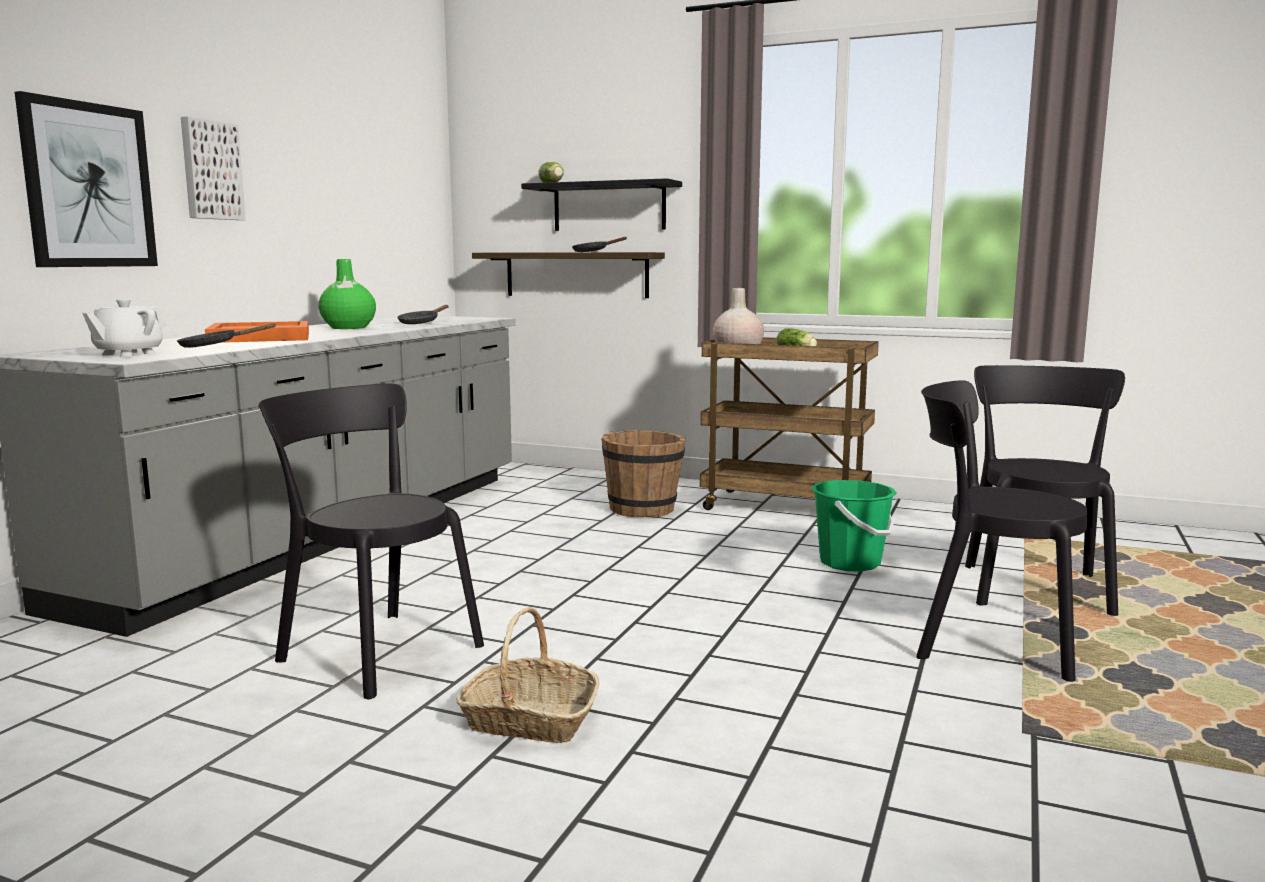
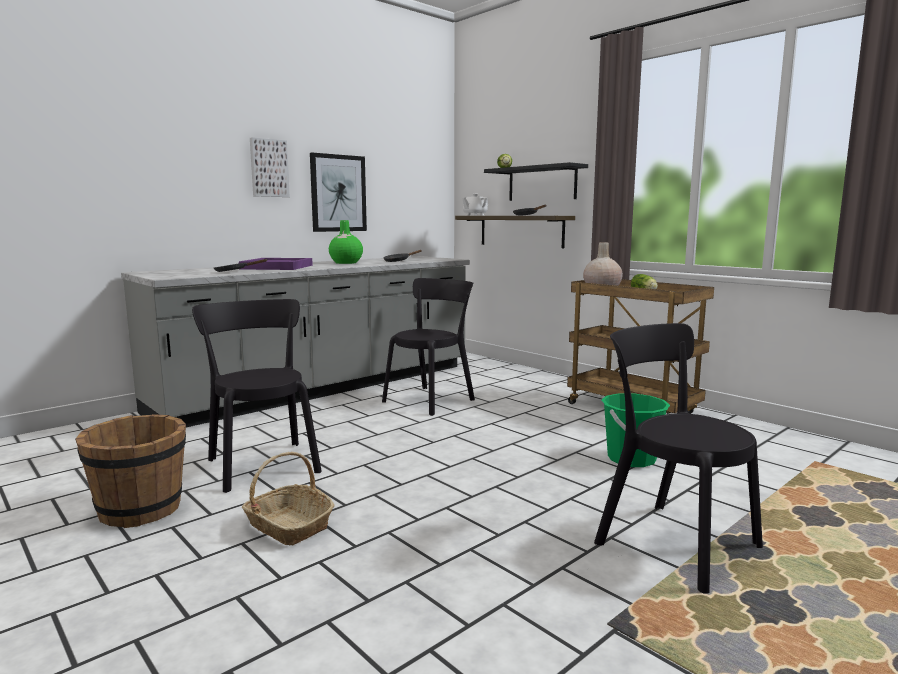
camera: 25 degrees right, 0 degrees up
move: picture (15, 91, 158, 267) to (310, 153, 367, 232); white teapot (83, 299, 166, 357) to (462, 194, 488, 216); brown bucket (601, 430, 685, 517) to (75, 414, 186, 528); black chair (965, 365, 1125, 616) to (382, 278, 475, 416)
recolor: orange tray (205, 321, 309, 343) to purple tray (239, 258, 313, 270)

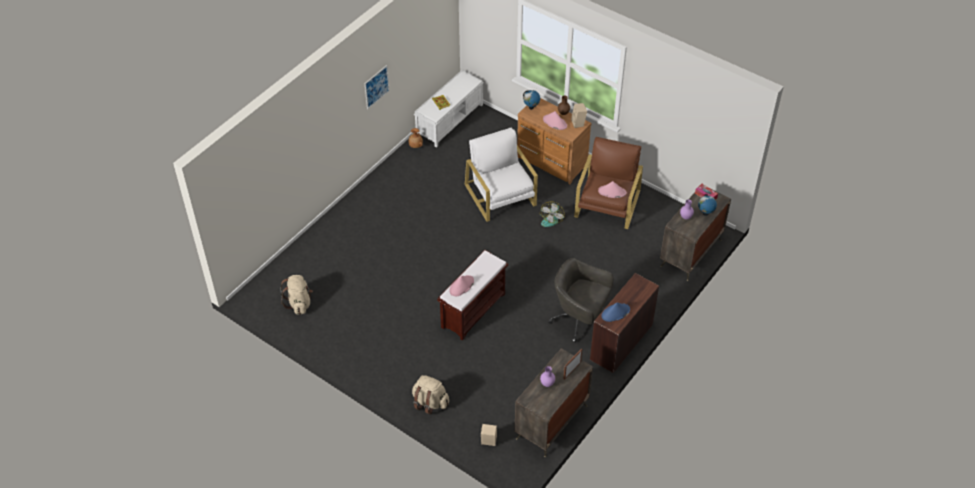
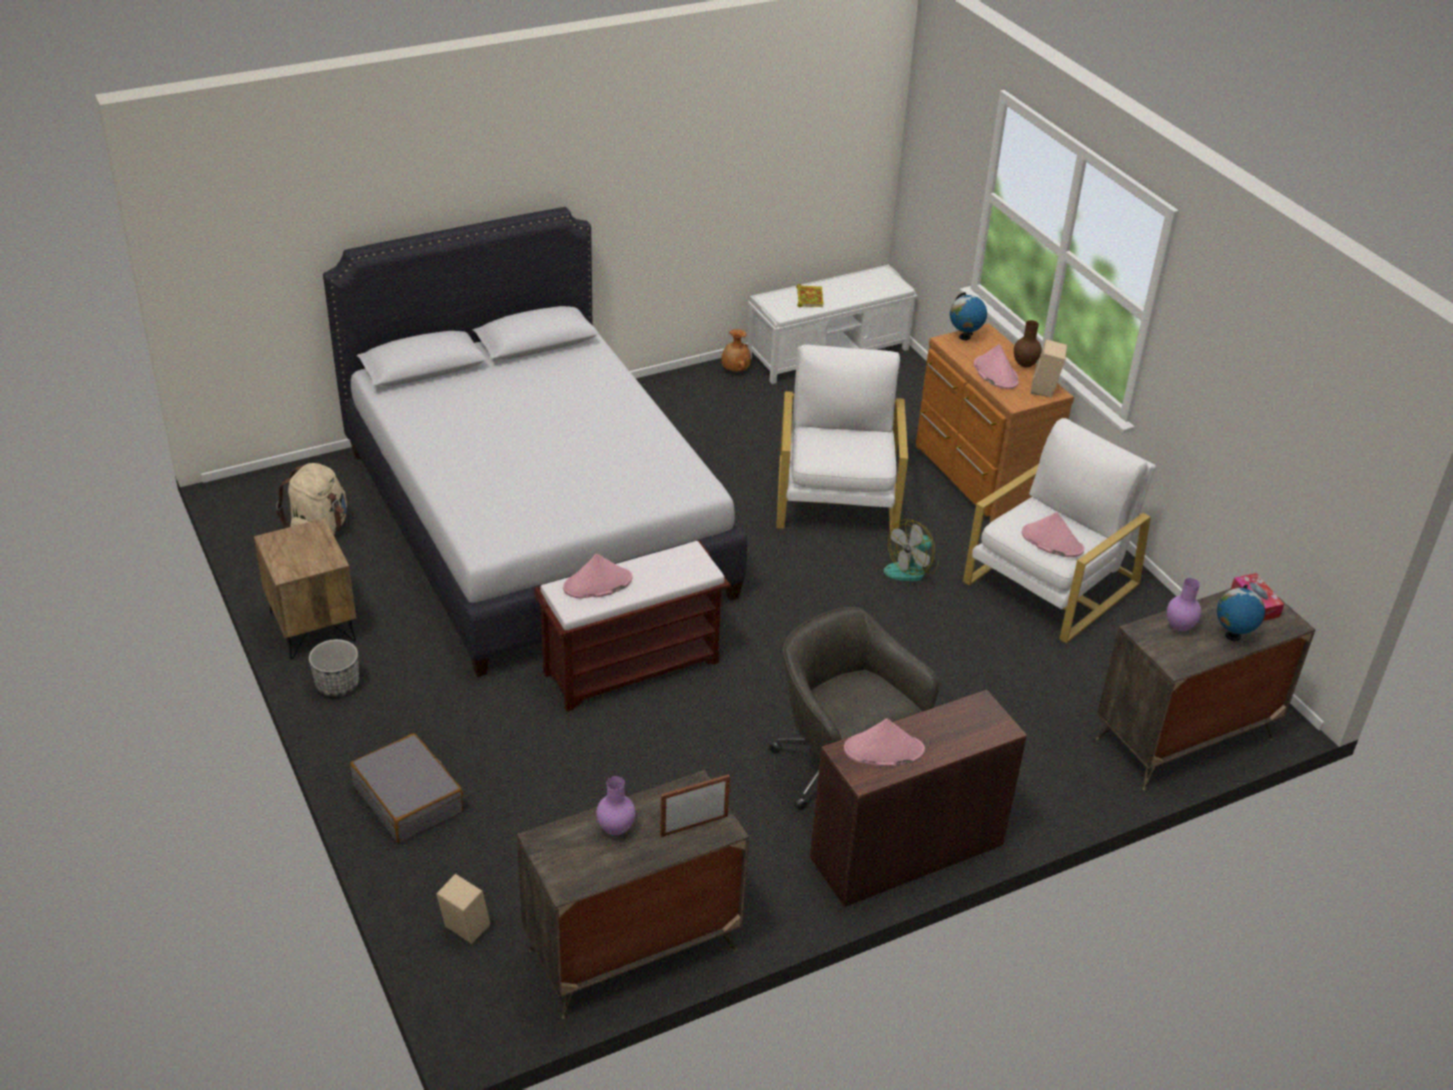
camera: 25 degrees right, 10 degrees down
delete: picture (365, 65, 389, 109)
insert: brown nightstand (254, 518, 356, 659); planter (309, 639, 359, 697); white bed (323, 207, 747, 677)
replace: beige backpack (412, 375, 449, 414) to grey suitcase (350, 733, 463, 843)
recolor: brown armchair (574, 137, 643, 229) to white armchair (963, 418, 1156, 643); blue hat (601, 302, 630, 322) to pink hat (844, 719, 925, 767)

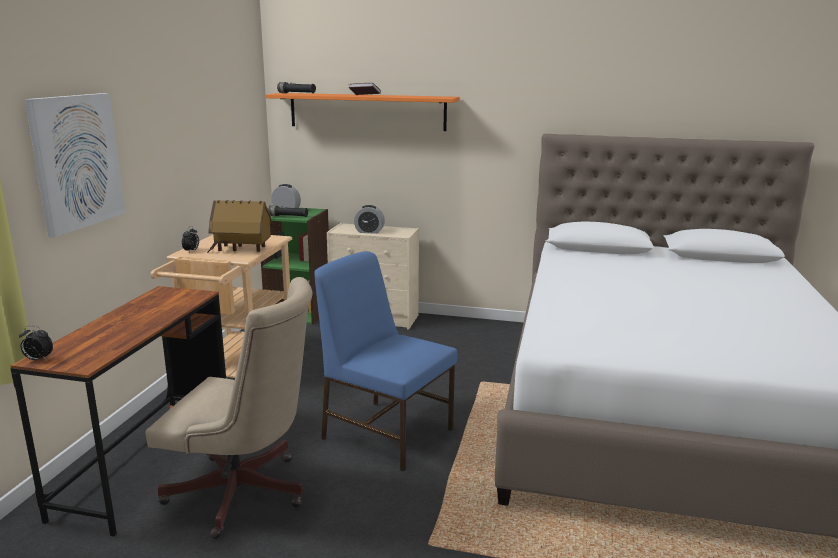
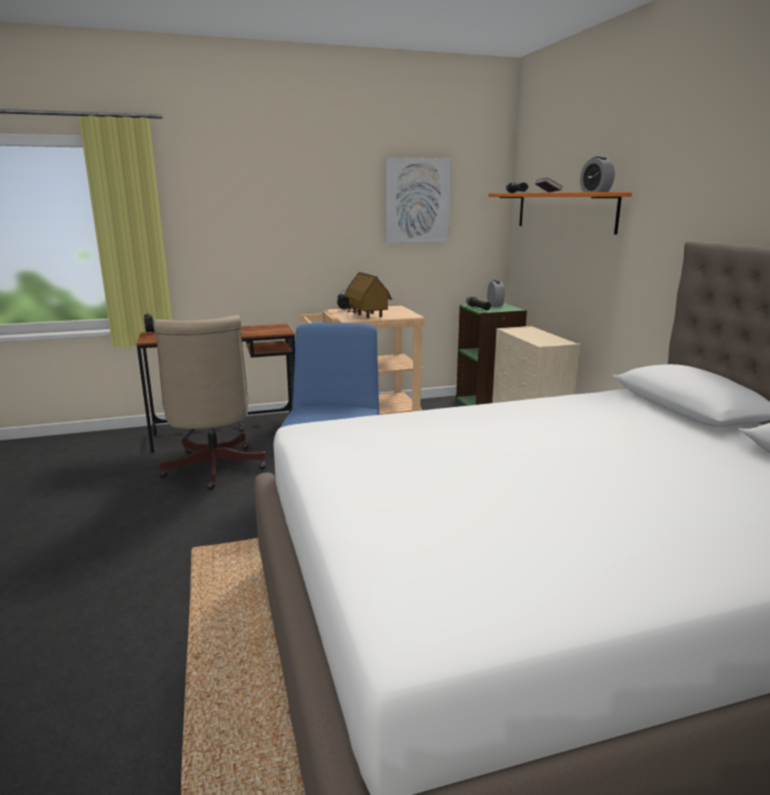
camera: 60 degrees right, 0 degrees up
move: picture (25, 93, 125, 238) to (385, 157, 451, 243); alarm clock (354, 205, 385, 234) to (580, 156, 615, 192)

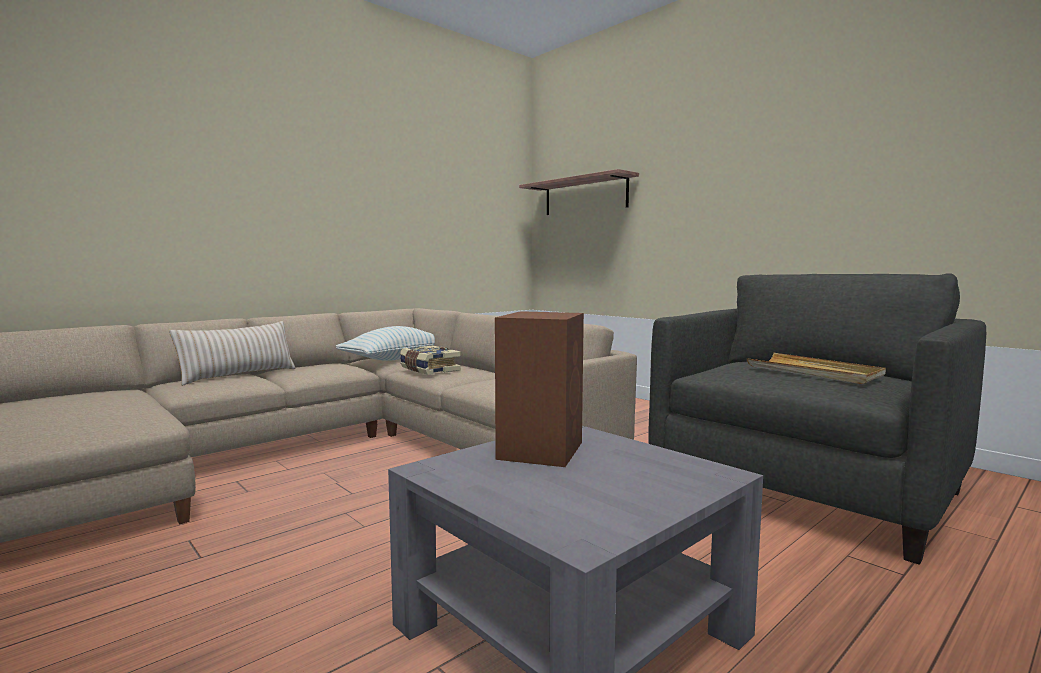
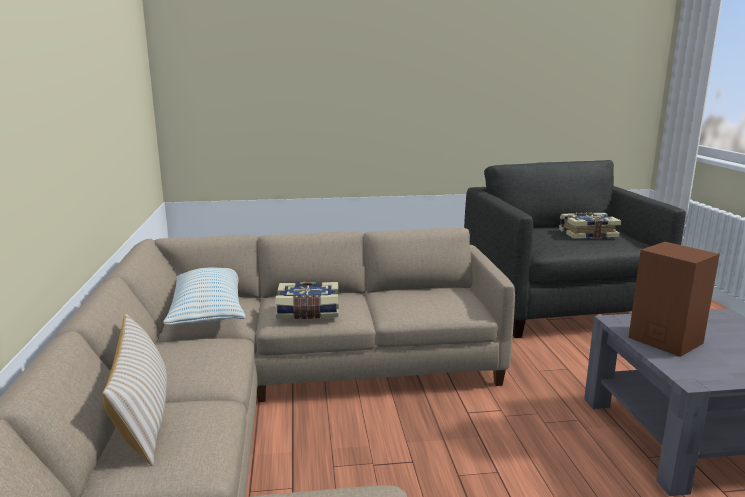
camera: 55 degrees left, 10 degrees up
delete: shelf (519, 169, 639, 215)
replace: beige tray (747, 353, 886, 384) to book (559, 212, 621, 239)

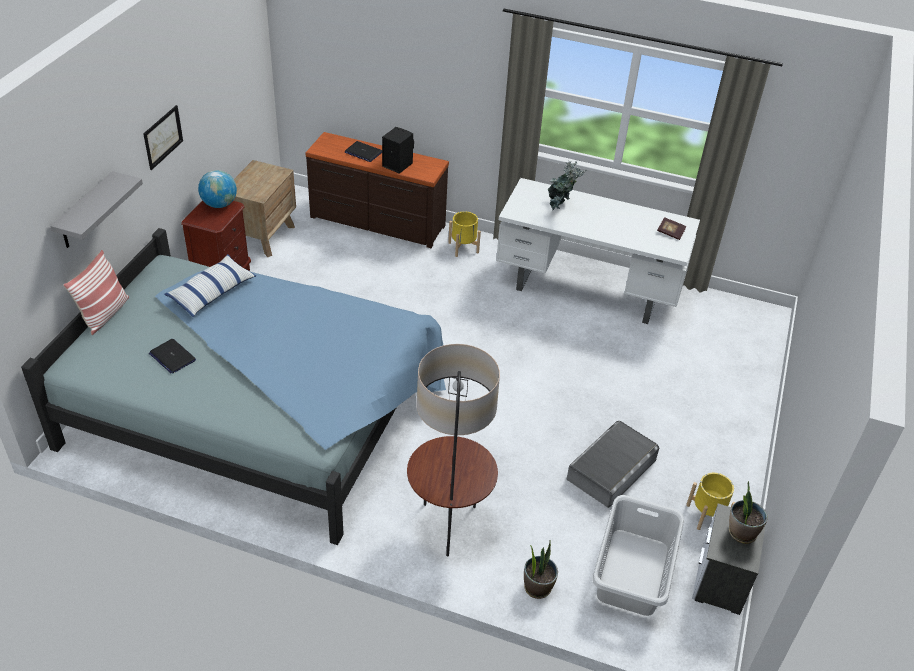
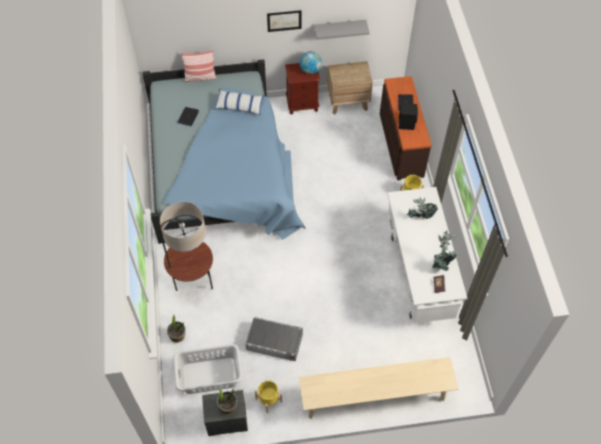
camera: 65 degrees right, 15 degrees up
insert: beige bench (299, 357, 458, 419); potted plant (433, 230, 458, 271)
move: grey shelf (50, 171, 143, 248) to (314, 20, 370, 40)

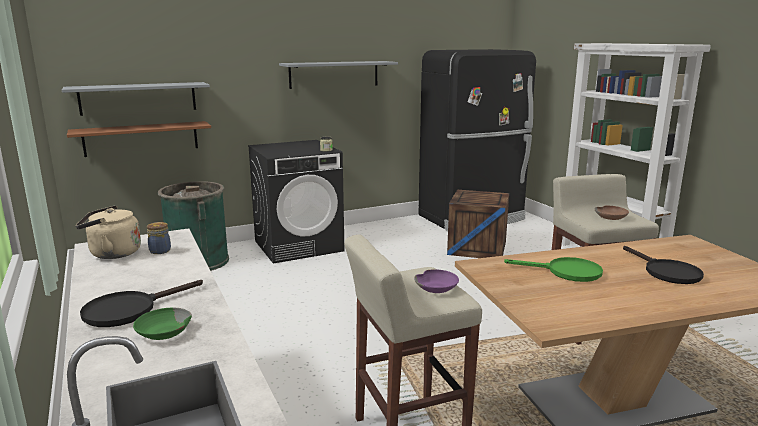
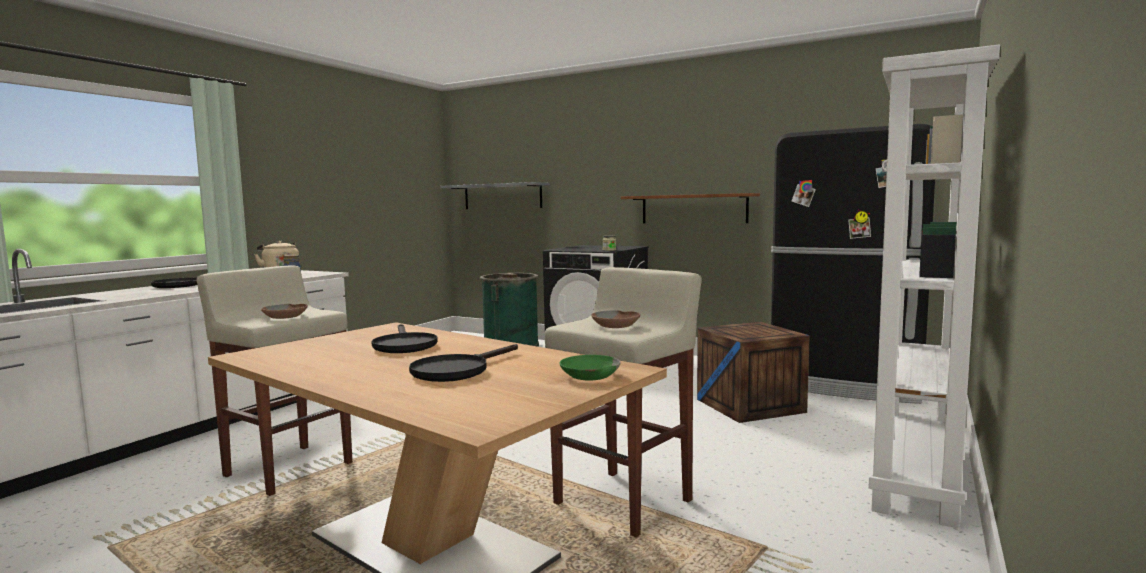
camera: 55 degrees right, 10 degrees down
delete: grey shelf (279, 61, 398, 89)
move: brown shelf (67, 121, 211, 157) to (621, 193, 760, 223); green bowl (133, 308, 192, 340) to (559, 355, 621, 380)
recolor: purple bowl (414, 269, 459, 293) to brown bowl (261, 304, 308, 319); green frying pan (504, 257, 603, 282) to black frying pan (371, 324, 438, 353)

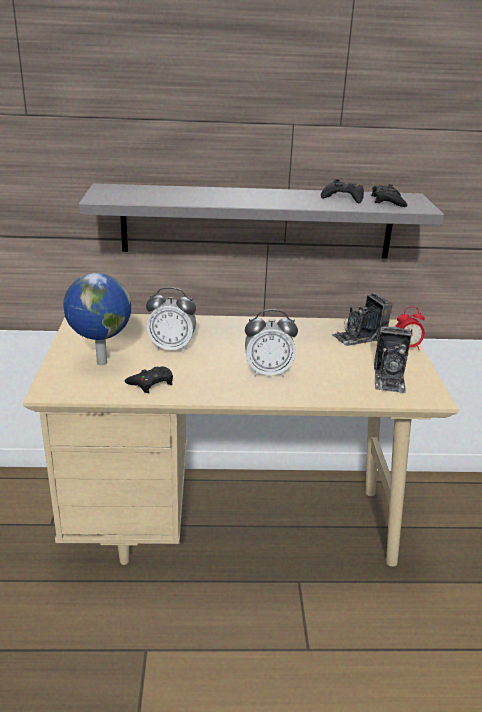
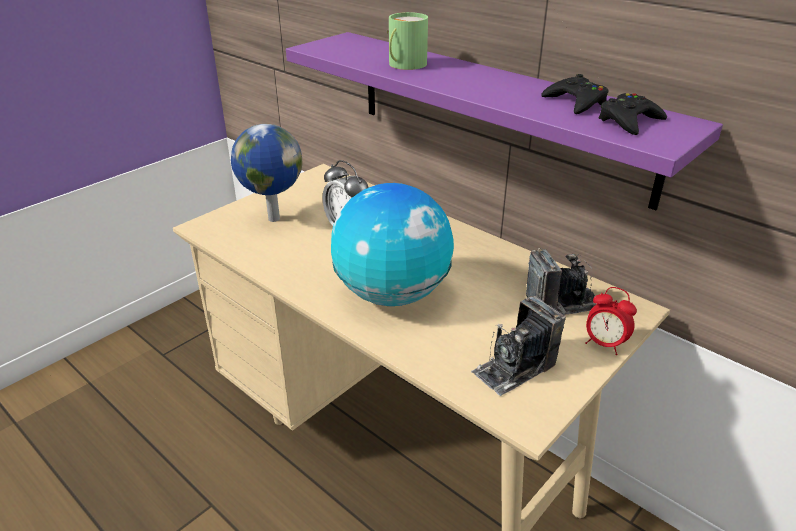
camera: 45 degrees right, 5 degrees up
delete: black game controller (125, 367, 173, 393)
insert: green mug (387, 12, 428, 70)
replace: alarm clock (245, 309, 298, 377) to globe (331, 183, 454, 306)
recolor: grey shelf (79, 183, 444, 259) to purple shelf (286, 32, 723, 210)
rotate: photo camera (332, 293, 392, 346) = (526, 248, 596, 315) 150 degrees clockwise

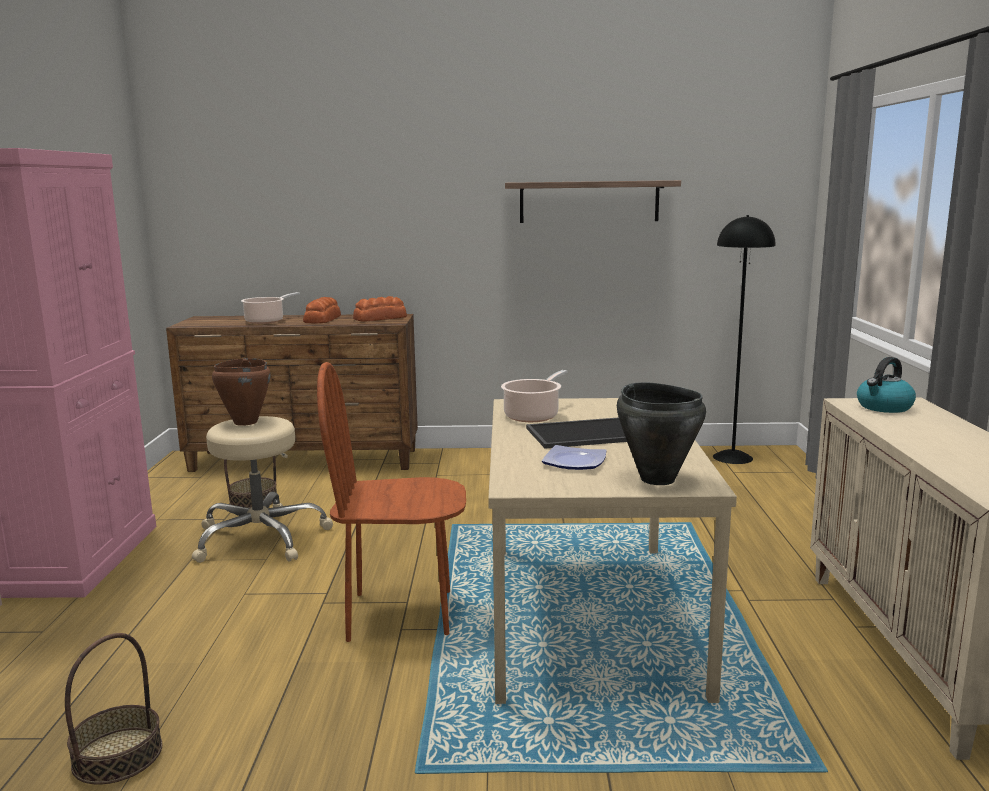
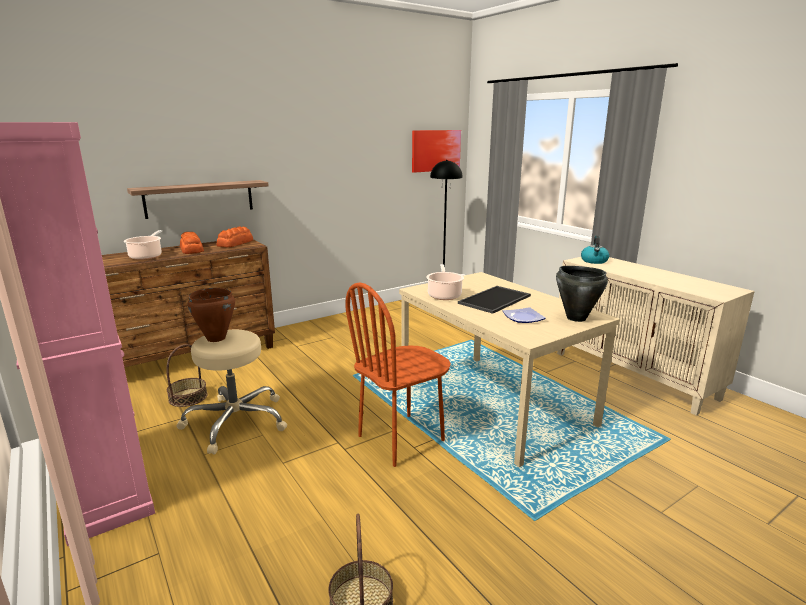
camera: 35 degrees left, 5 degrees up
insert: picture (412, 130, 461, 173)
move: shelf (505, 180, 681, 223) to (127, 180, 269, 219)

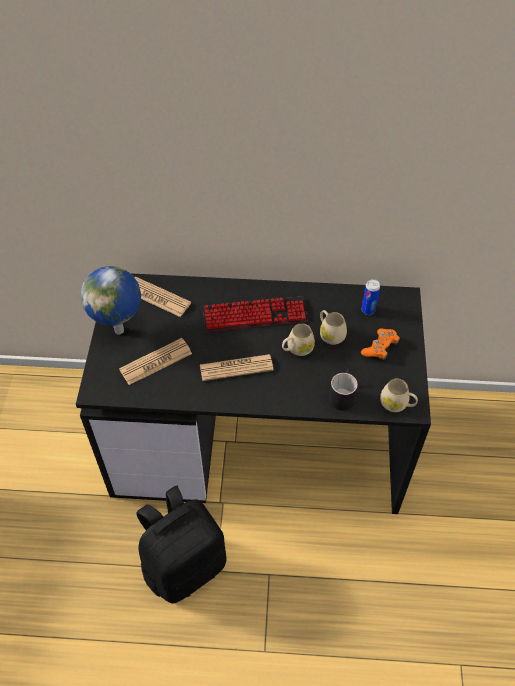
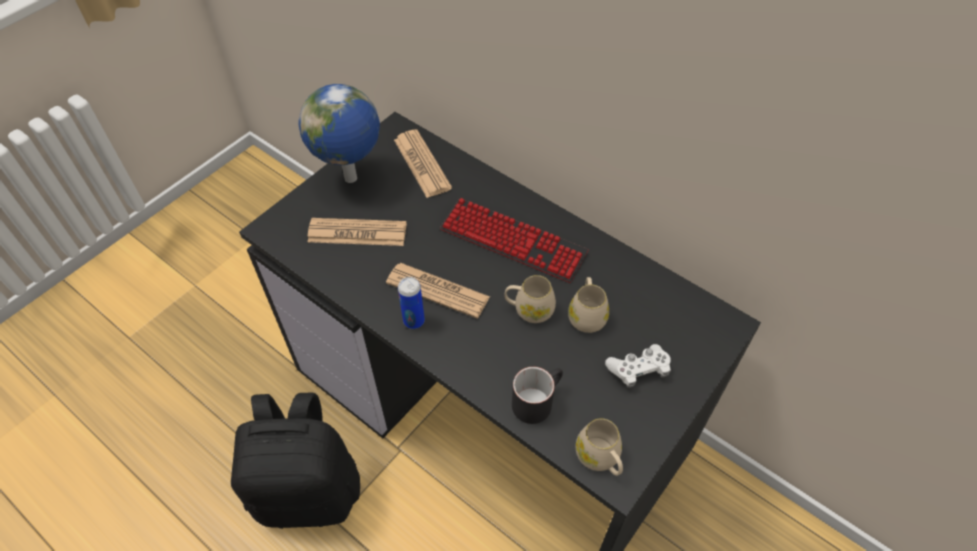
camera: 35 degrees right, 0 degrees up
move: can (362, 279, 380, 315) to (398, 277, 425, 329)
recolor: orange game controller (361, 328, 400, 360) to white game controller (605, 344, 671, 388)

